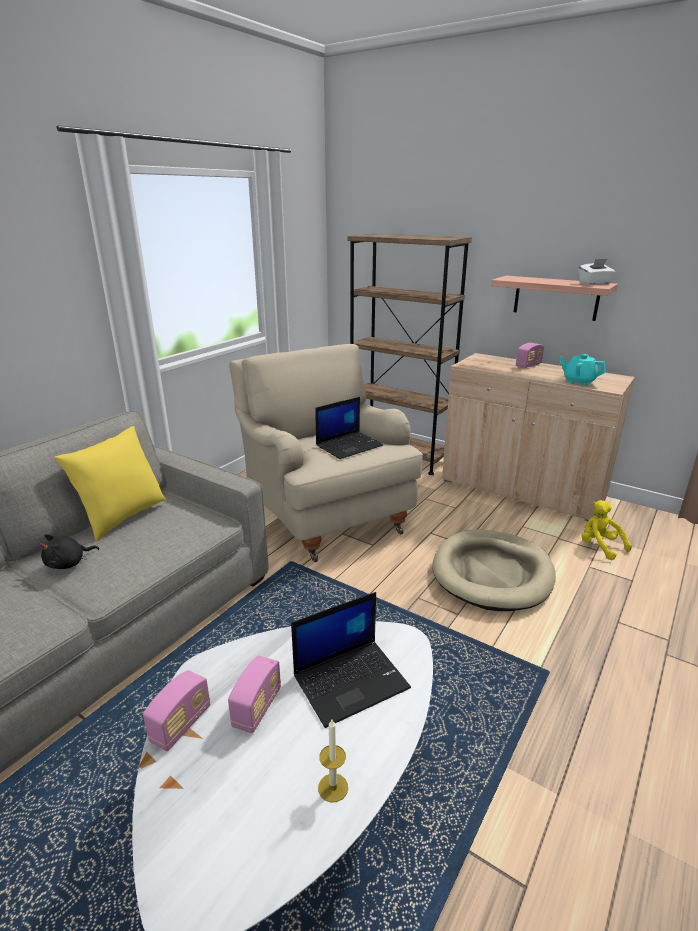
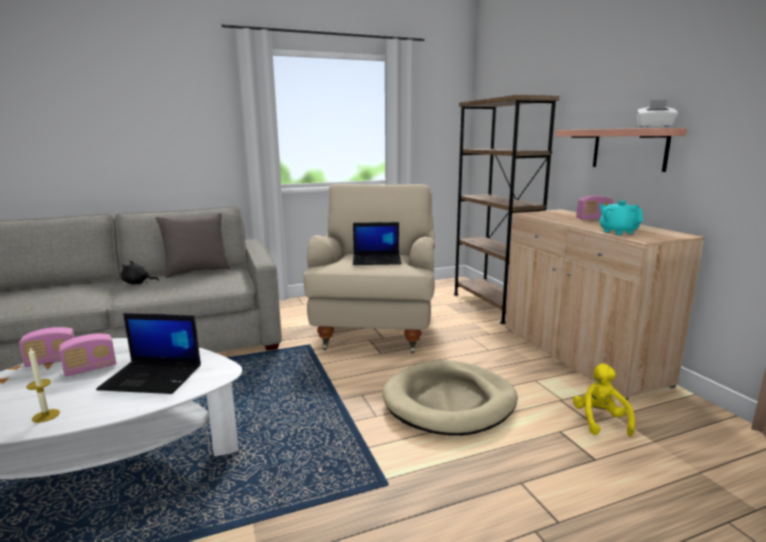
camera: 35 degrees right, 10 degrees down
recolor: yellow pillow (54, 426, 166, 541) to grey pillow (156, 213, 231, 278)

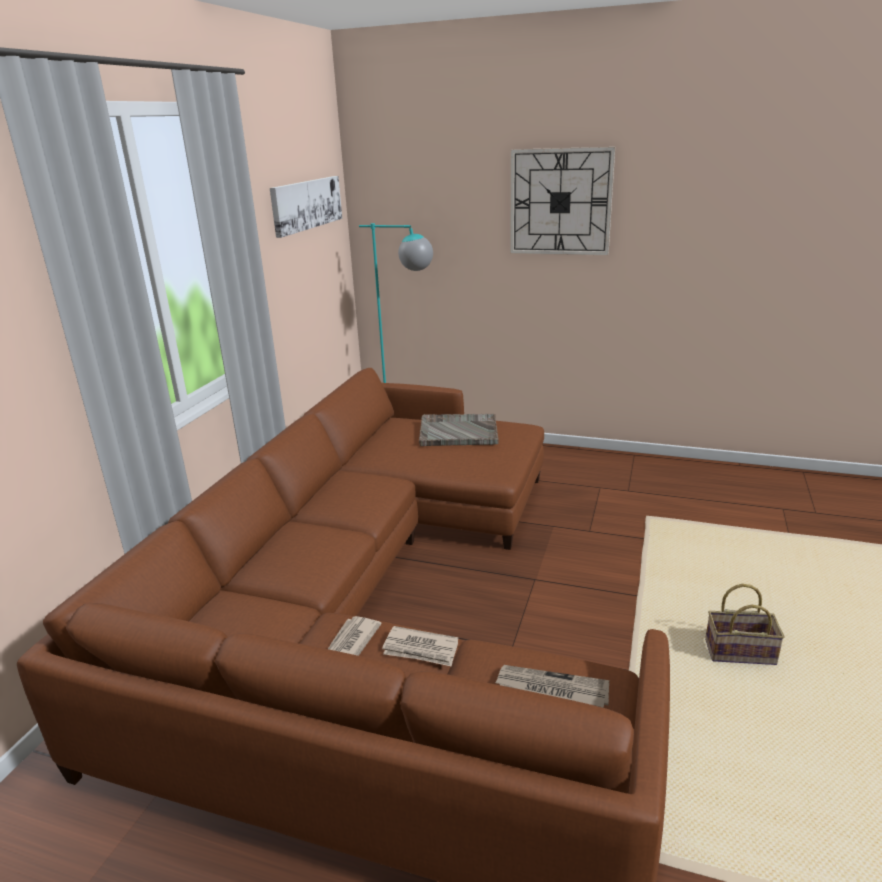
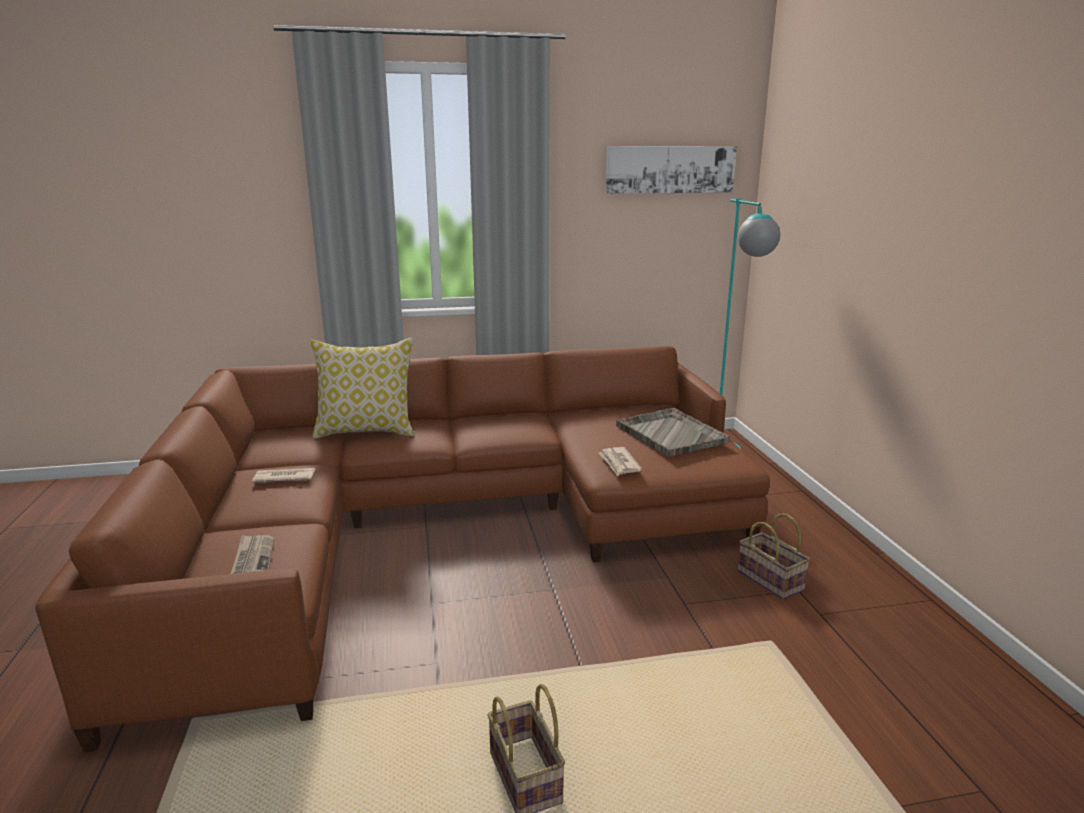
camera: 60 degrees right, 5 degrees down
delete: wall clock (510, 147, 615, 255)
insert: pillow (311, 338, 414, 439); basket (737, 513, 810, 600)
move: newspaper (382, 626, 458, 667) to (599, 447, 642, 476)

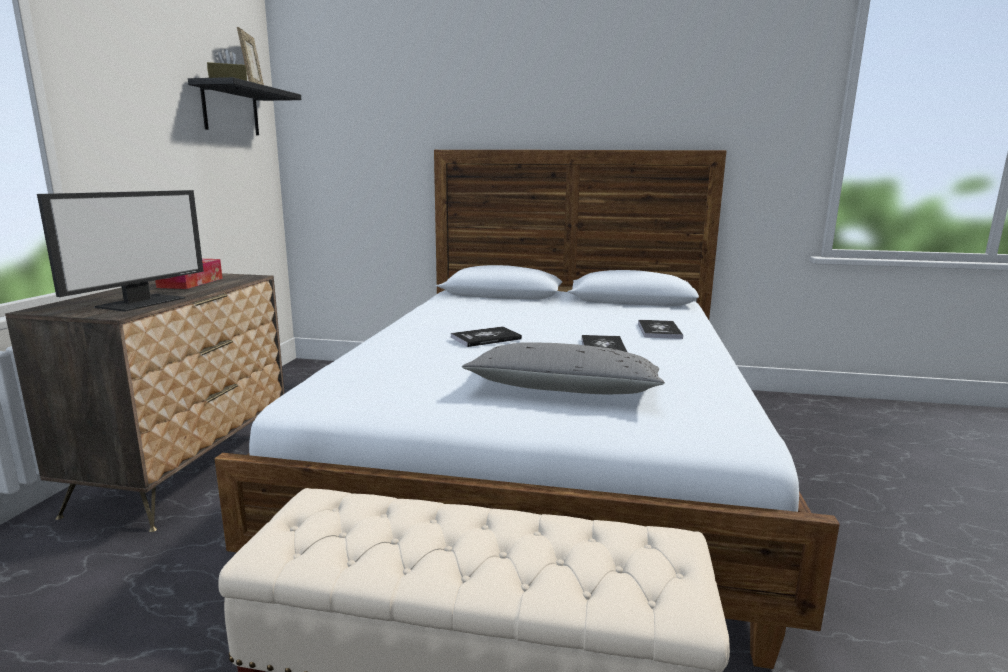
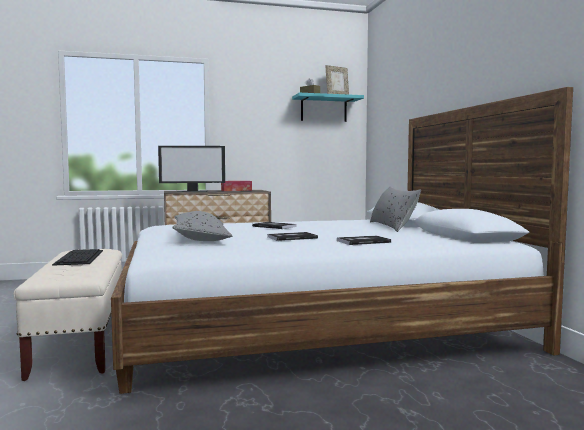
camera: 65 degrees right, 10 degrees down
insert: keyboard (52, 249, 103, 266); grey pillow (370, 187, 421, 232)
recolor: black shelf (188, 77, 301, 135) to turquoise shelf (292, 93, 364, 122)

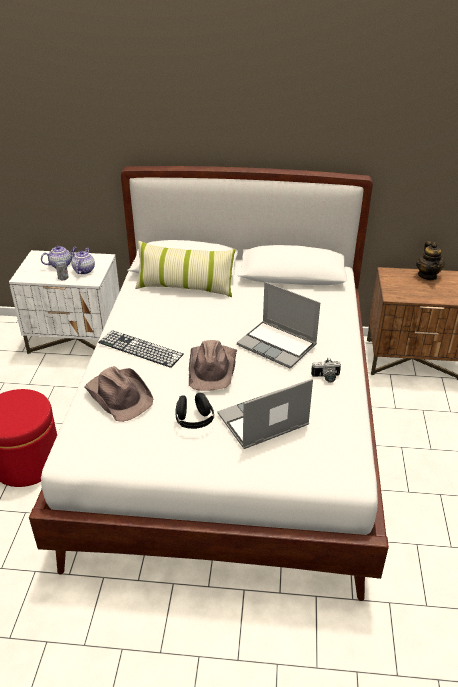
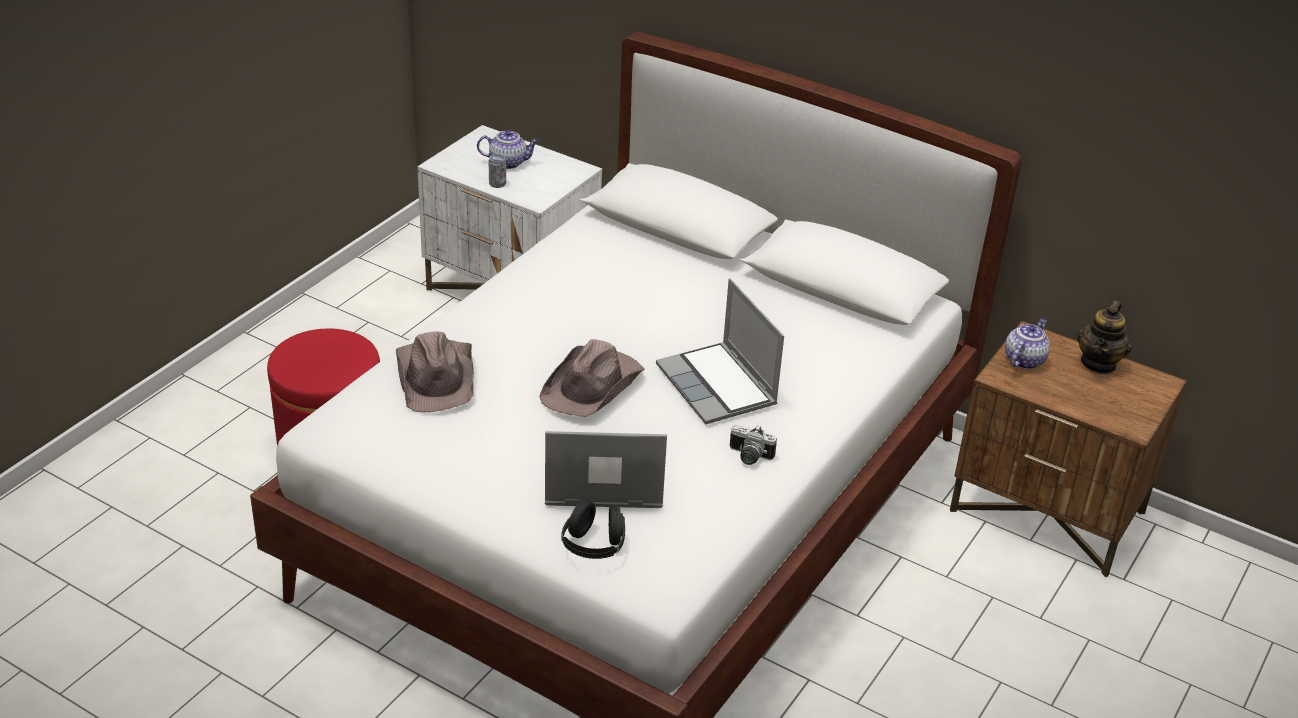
camera: 25 degrees right, 0 degrees up
delete: keyboard (98, 330, 184, 368); pillow (135, 241, 235, 297)
move: teapot (71, 247, 95, 274) to (1005, 318, 1050, 369); black headphones (175, 393, 214, 429) to (561, 500, 625, 559)

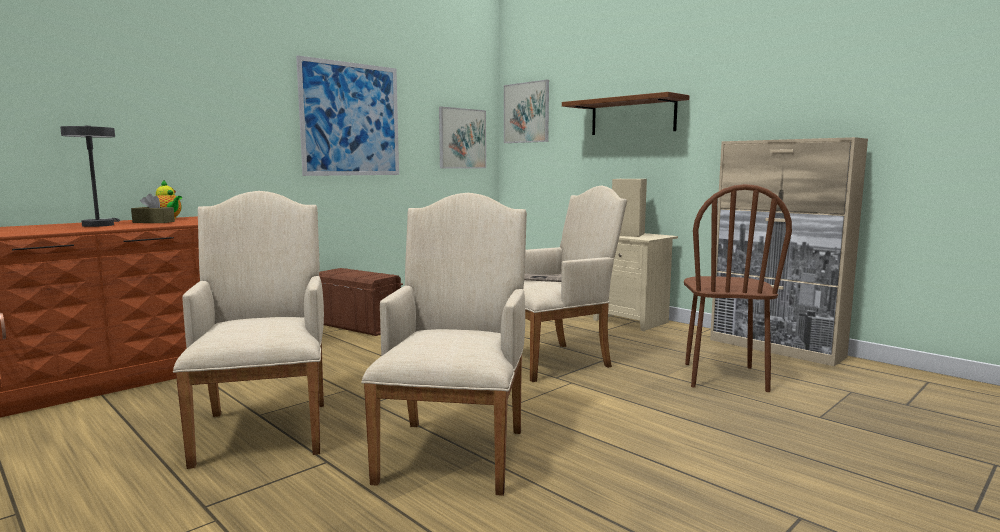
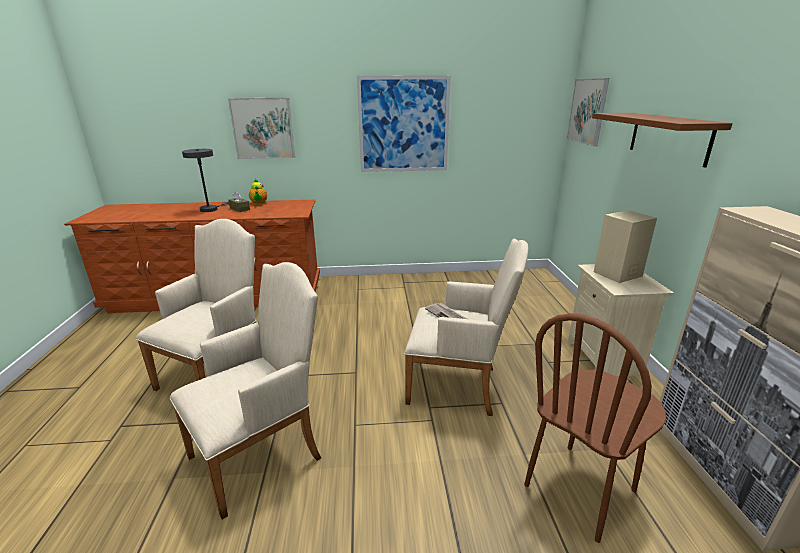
camera: 40 degrees right, 15 degrees up
delete: brown storage box (319, 268, 403, 336)
move: picture (439, 107, 486, 168) to (228, 98, 295, 159)

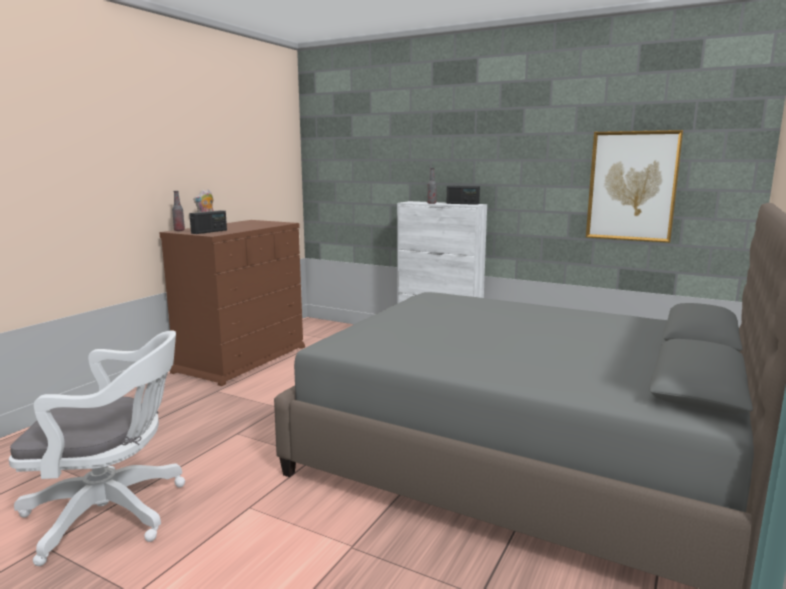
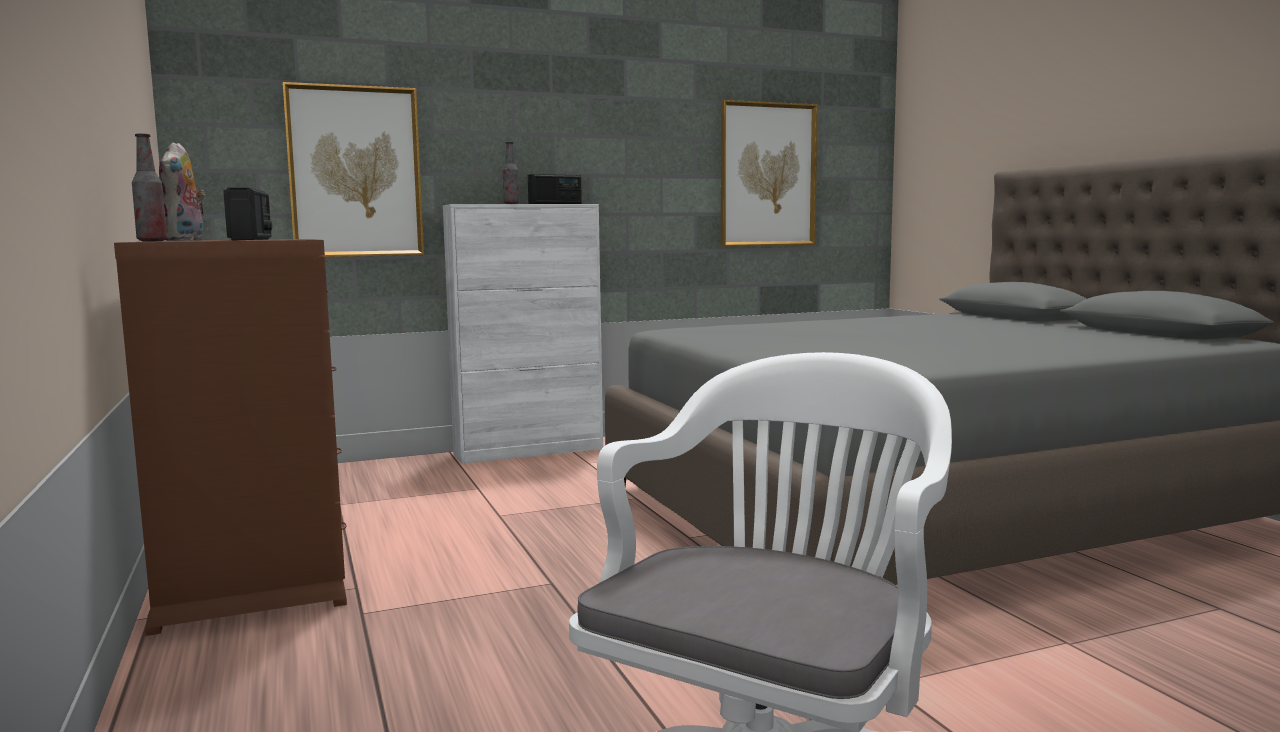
camera: 50 degrees left, 5 degrees down
insert: picture (283, 82, 424, 257)

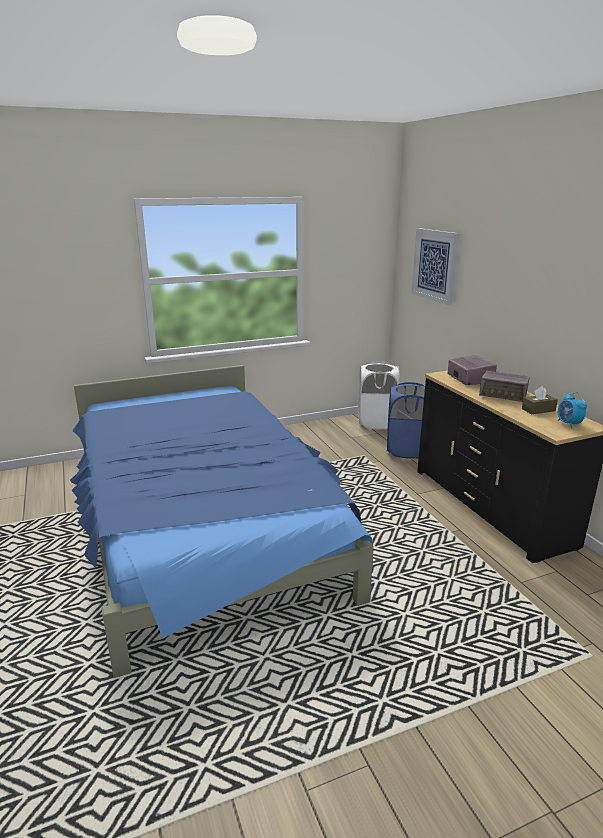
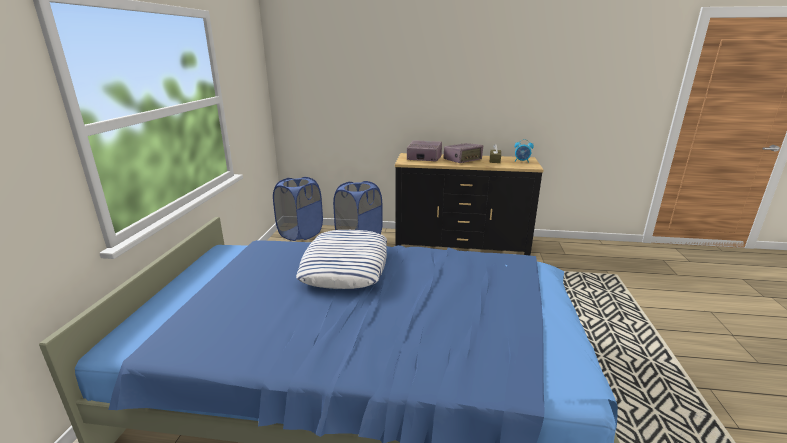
camera: 60 degrees left, 0 degrees up
delete: picture (411, 228, 459, 305)
insert: pillow (296, 230, 387, 289)
recolor: white laundry basket (358, 362, 400, 429) to blue laundry basket (273, 177, 323, 241)

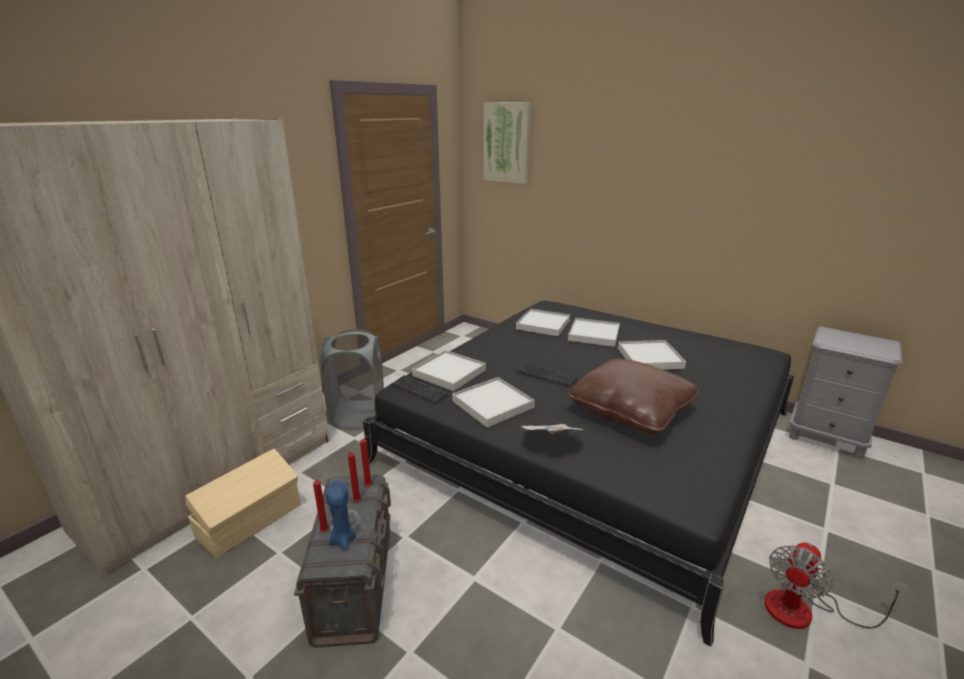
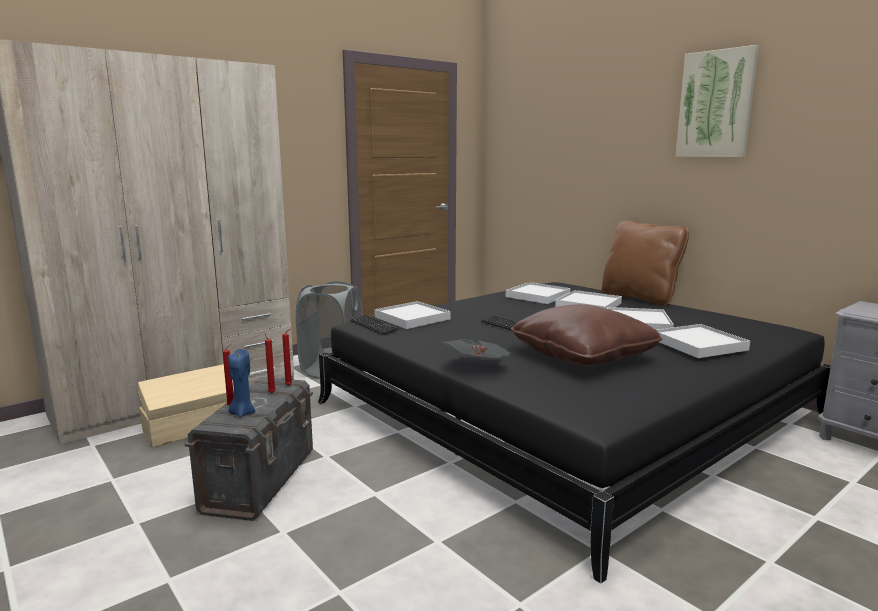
camera: 15 degrees right, 10 degrees down
delete: fan (764, 542, 908, 629)
insert: brown pillow (601, 221, 689, 306)
move: white tray (452, 377, 535, 428) to (657, 324, 750, 358); picture (484, 102, 531, 184) to (676, 45, 759, 157)

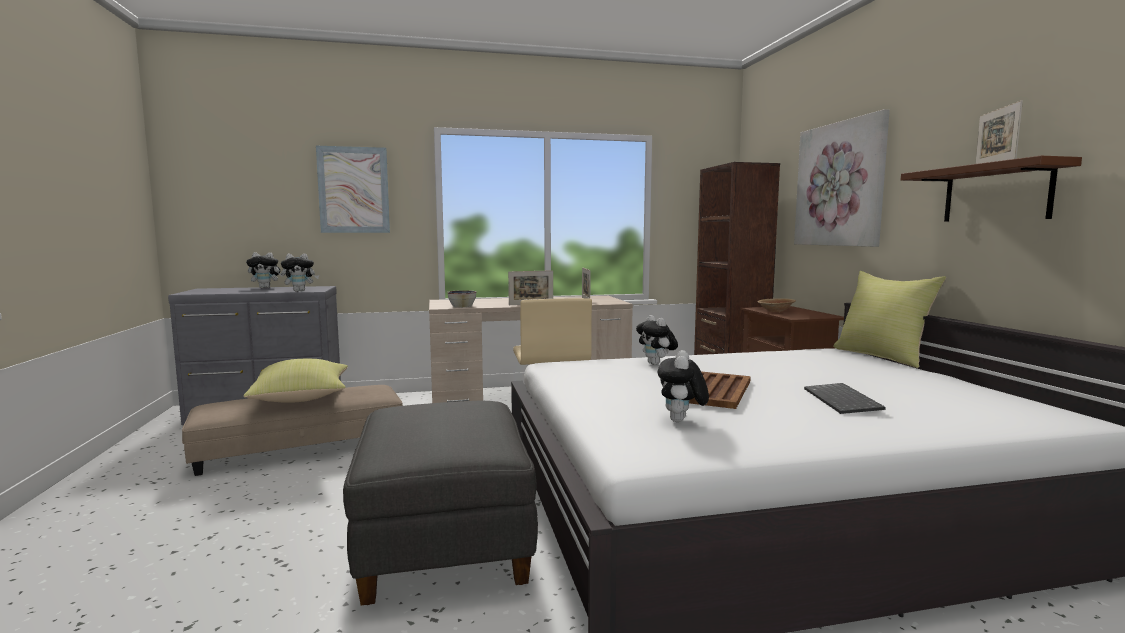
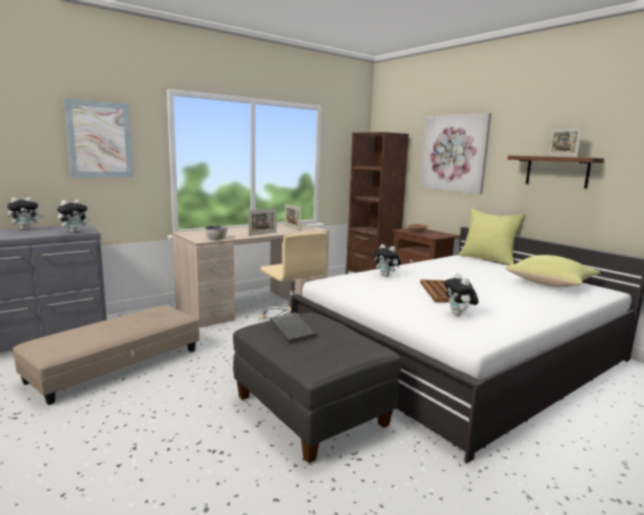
camera: 25 degrees left, 5 degrees up
move: yellow pillow (243, 359, 348, 403) to (505, 255, 600, 287); keyboard (804, 383, 885, 414) to (270, 312, 317, 342)

